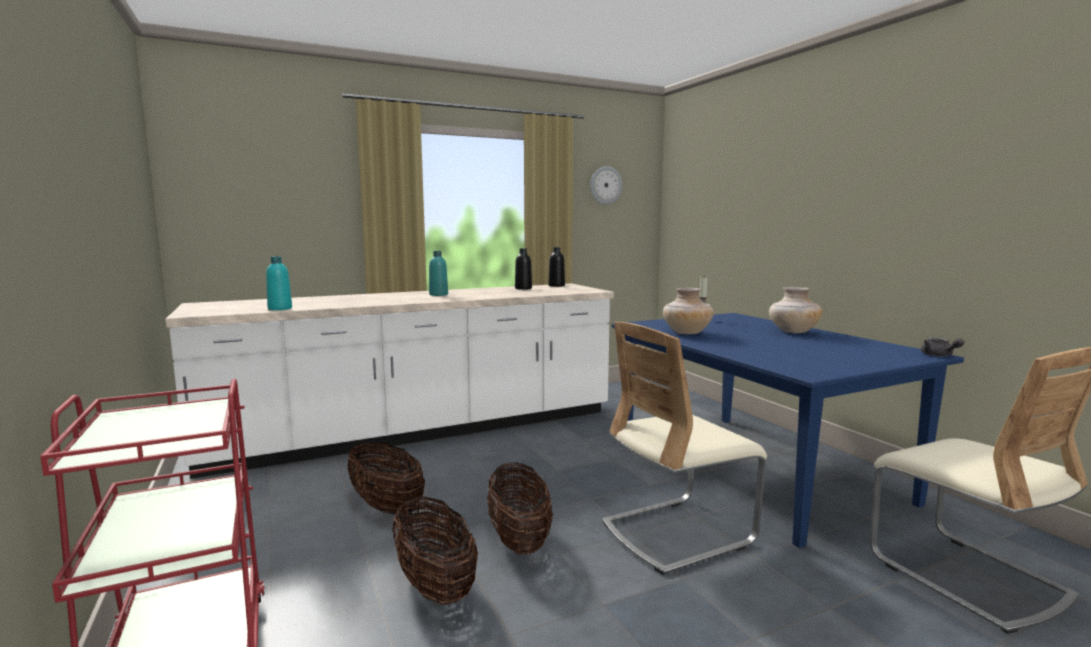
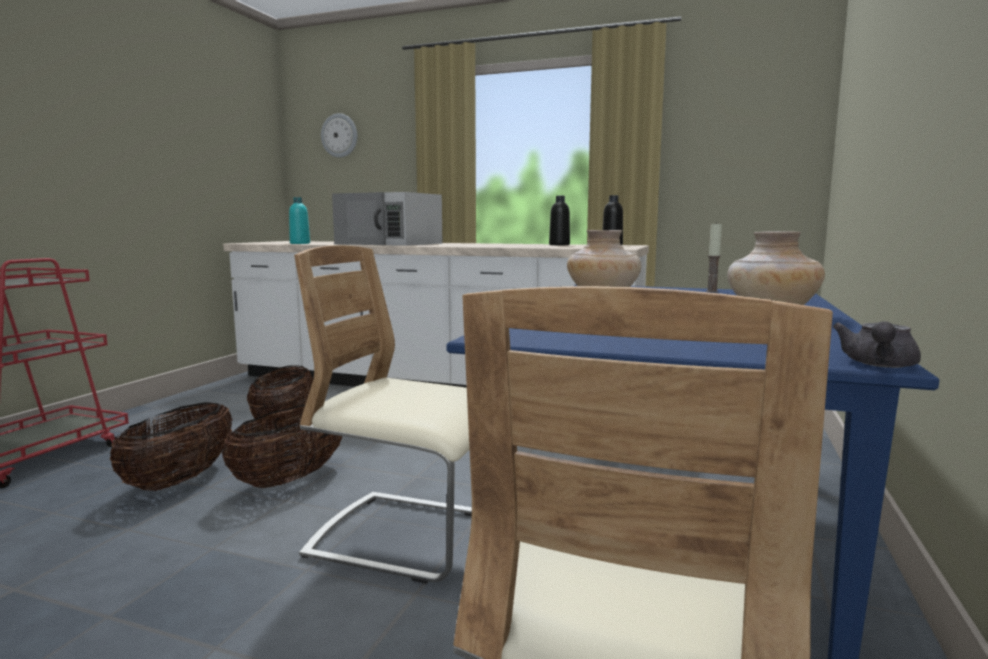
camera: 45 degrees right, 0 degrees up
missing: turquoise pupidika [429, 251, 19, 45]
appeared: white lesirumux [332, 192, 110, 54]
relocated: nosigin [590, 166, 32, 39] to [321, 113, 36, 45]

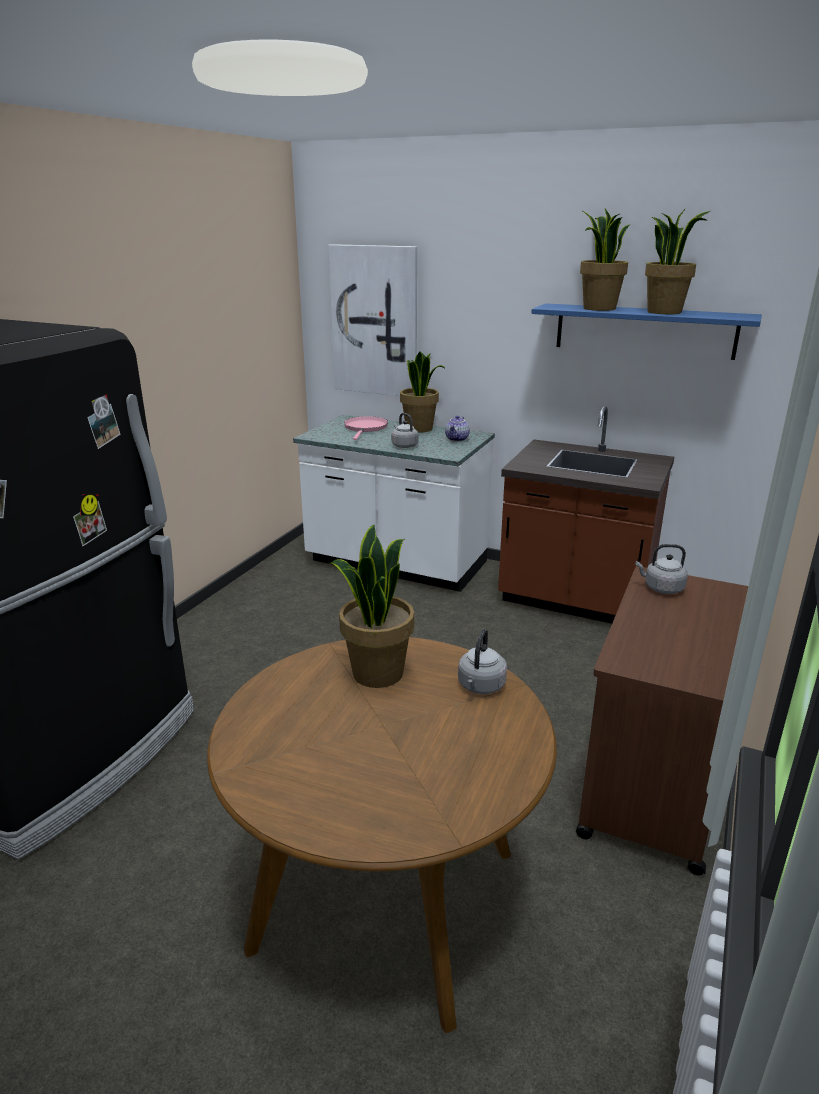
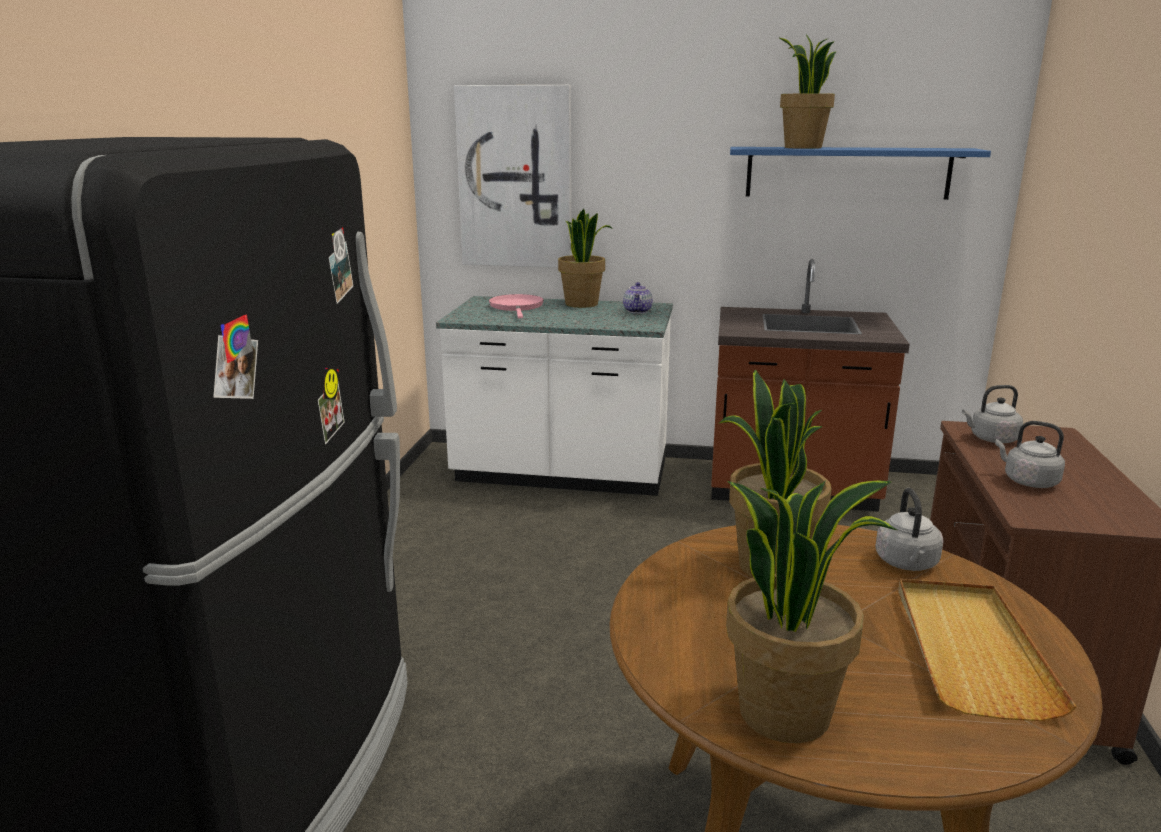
camera: 15 degrees left, 5 degrees down
appeared: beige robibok [899, 579, 178, 142]
relocated: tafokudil [645, 208, 65, 106] to [726, 481, 171, 262]; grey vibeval [392, 413, 26, 35] to [995, 421, 70, 67]

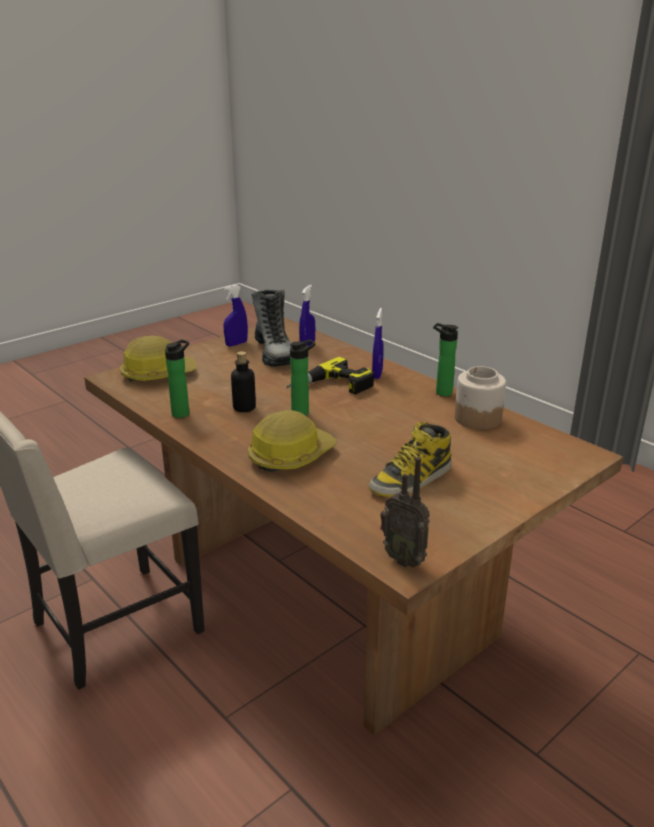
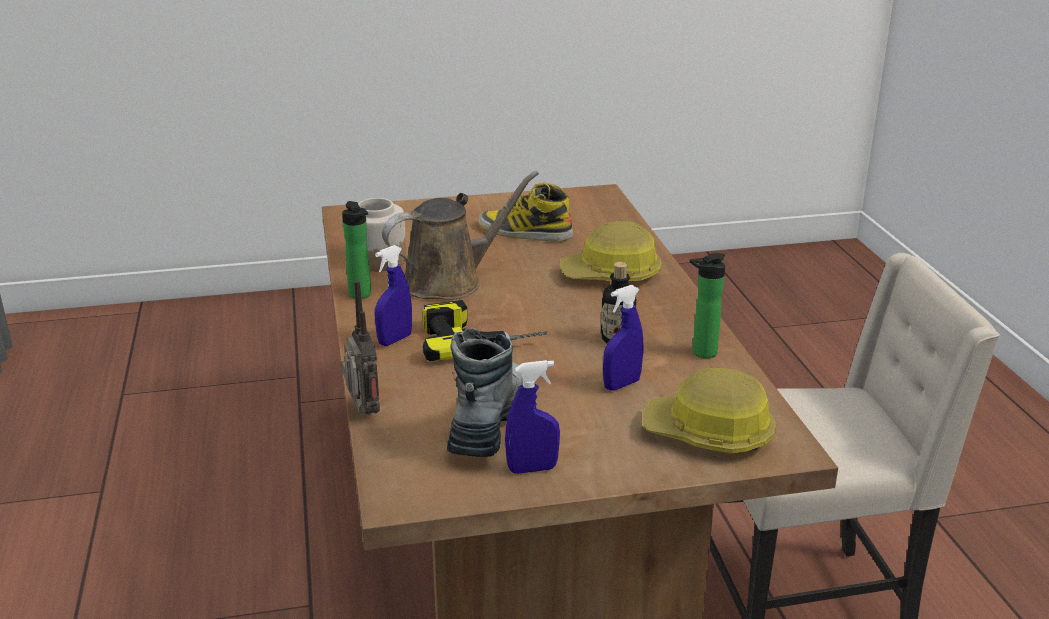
camera: 150 degrees left, 0 degrees up
missing: pupidika [290, 340, 26, 76]
appeared: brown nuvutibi [382, 171, 157, 129]
relocated: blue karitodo [299, 285, 16, 61] to [603, 285, 40, 106]; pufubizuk [380, 457, 50, 110] to [341, 280, 39, 135]
spun: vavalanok [369, 422, 83, 75] = [478, 182, 95, 59] 150 degrees counterclockwise

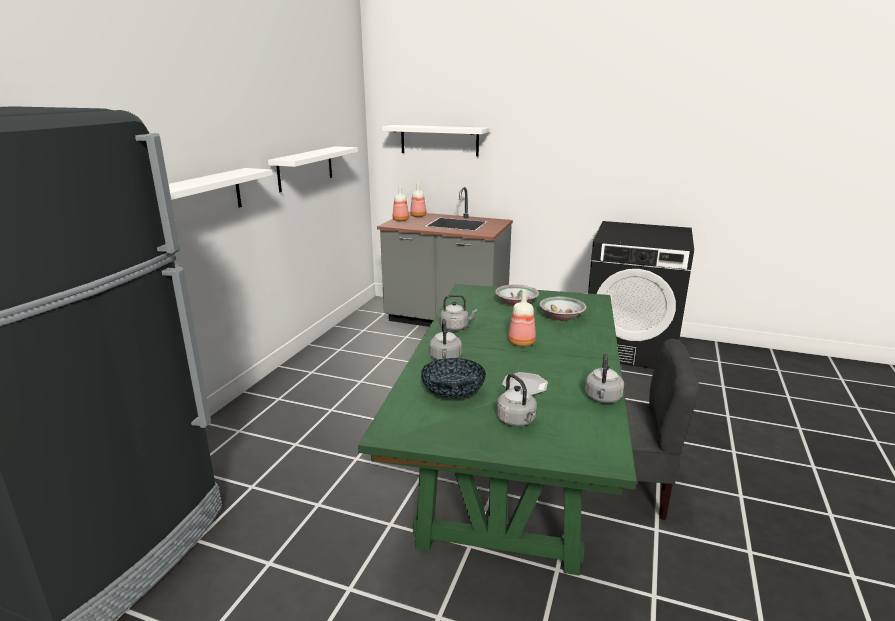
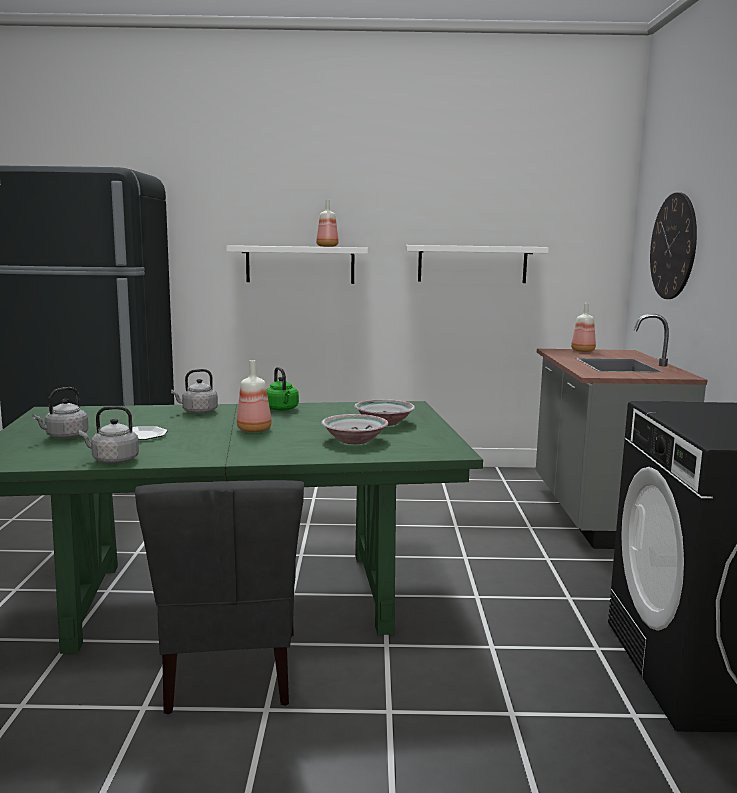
camera: 70 degrees right, 10 degrees down
missing: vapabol [421, 358, 65, 40]
relocated: pupidika [410, 183, 16, 34] to [316, 200, 23, 47]
exchanged: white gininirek [382, 125, 107, 31] to nosigin [650, 192, 47, 107]
colour: grey vibeval [440, 294, 37, 37] to green vibeval [267, 367, 32, 44]

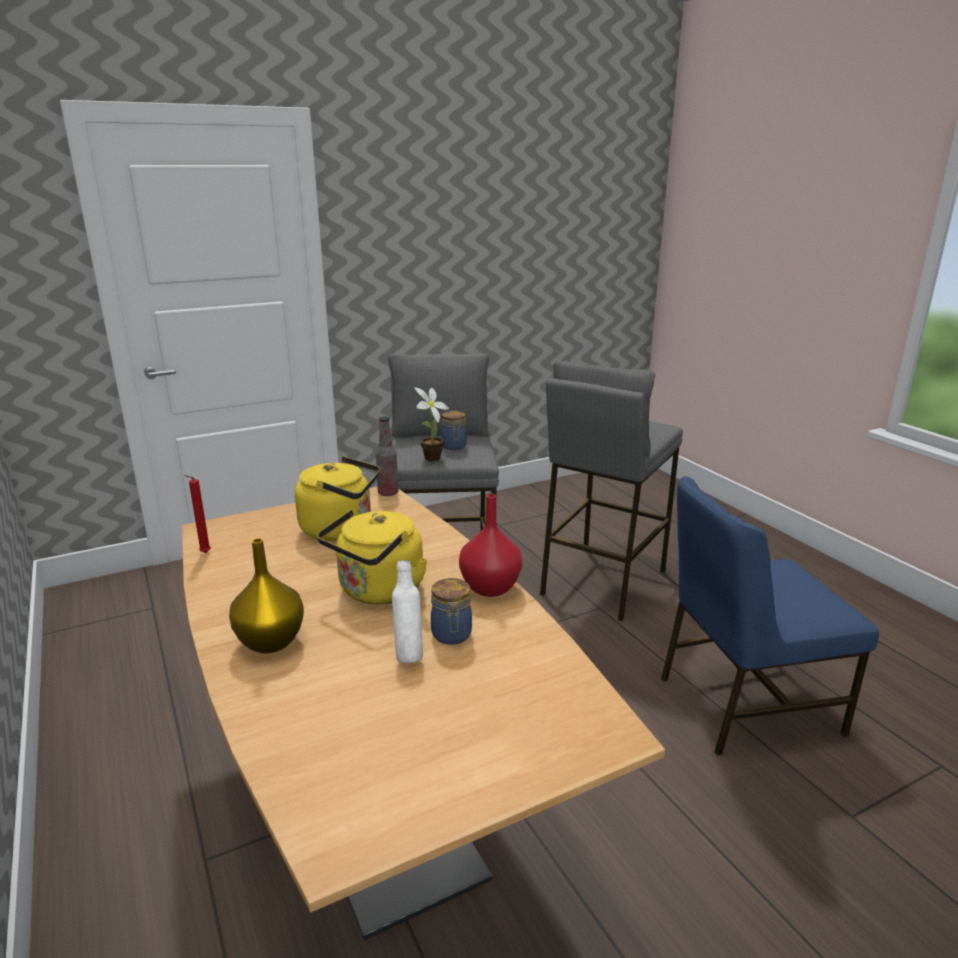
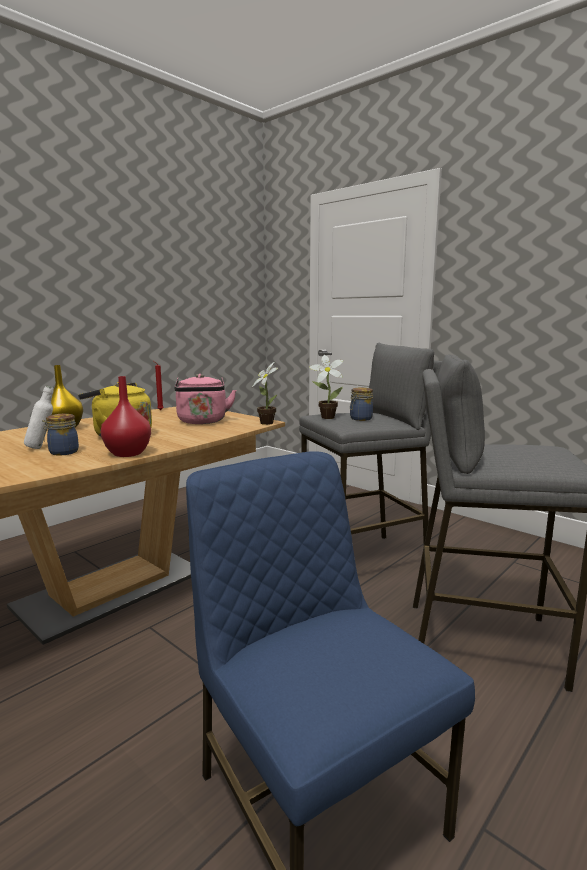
camera: 70 degrees right, 10 degrees down
exchanged: pupidika [376, 416, 23, 80] to tafokudil [252, 362, 26, 63]
colour: yellow vibeval [295, 456, 85, 85] to pink vibeval [174, 374, 62, 50]

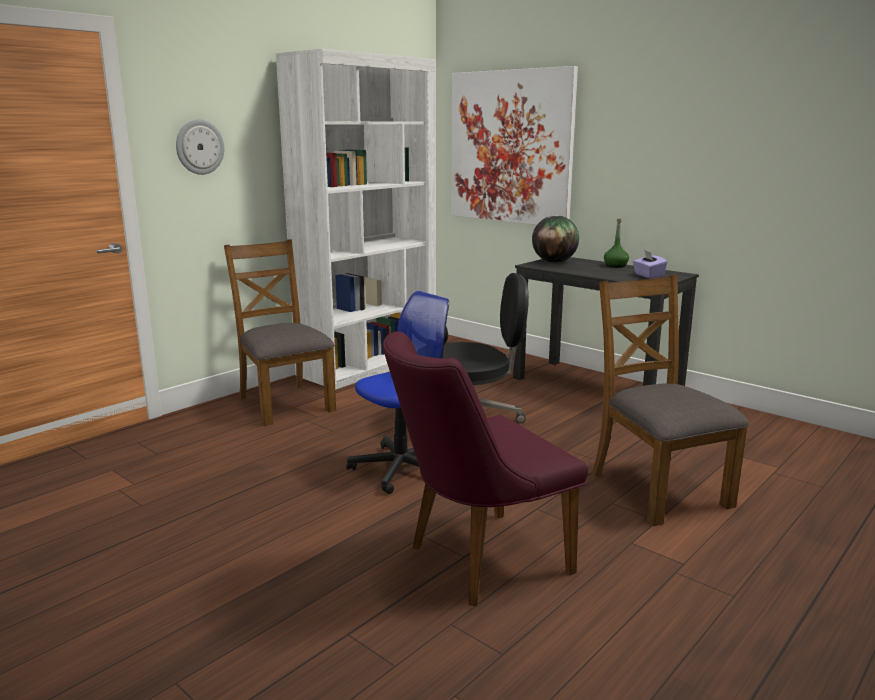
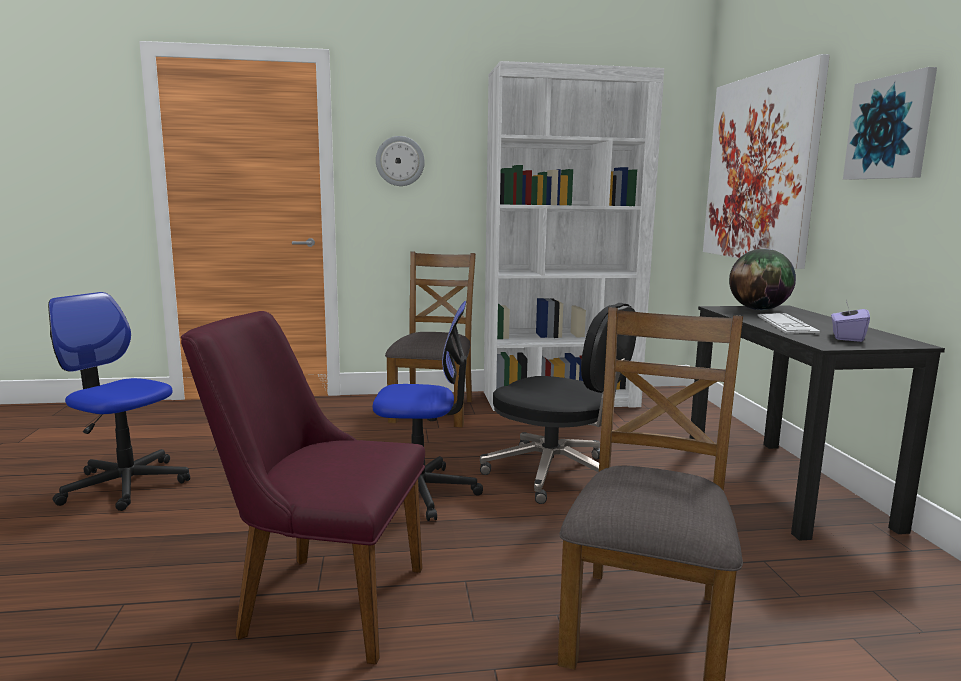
camera: 40 degrees right, 5 degrees down
missing: green pupidika [604, 218, 25, 50]
appeared: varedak [843, 67, 94, 113]; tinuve [48, 292, 142, 219]; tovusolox [758, 313, 62, 21]

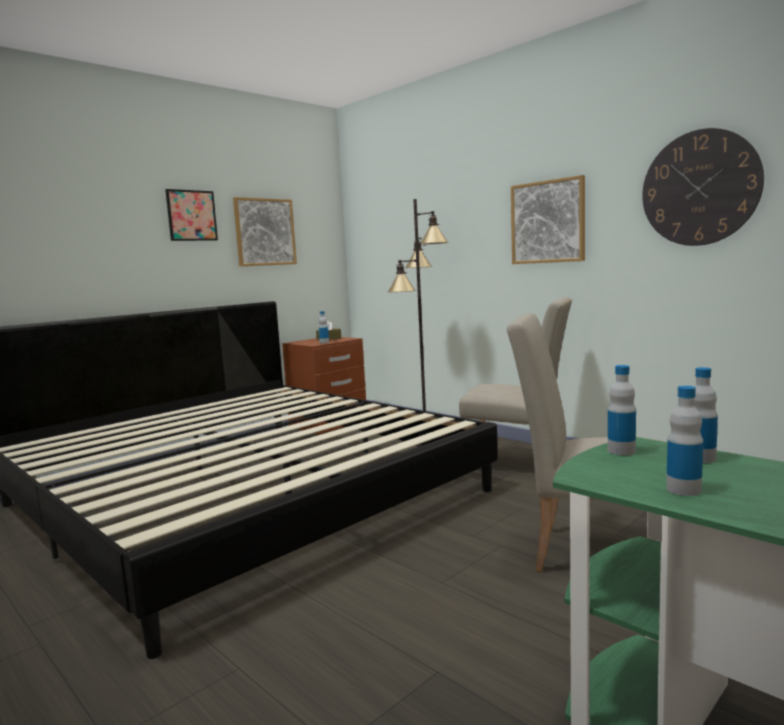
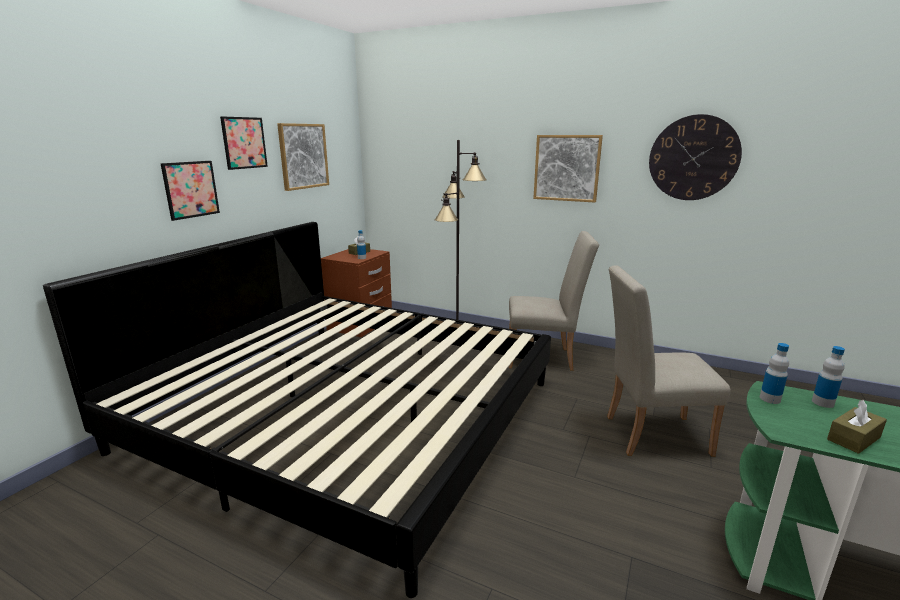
camera: 20 degrees left, 10 degrees up
appeared: varedak [160, 161, 60, 60]
exchanged: pupidika [666, 386, 37, 110] to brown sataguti [827, 400, 60, 54]

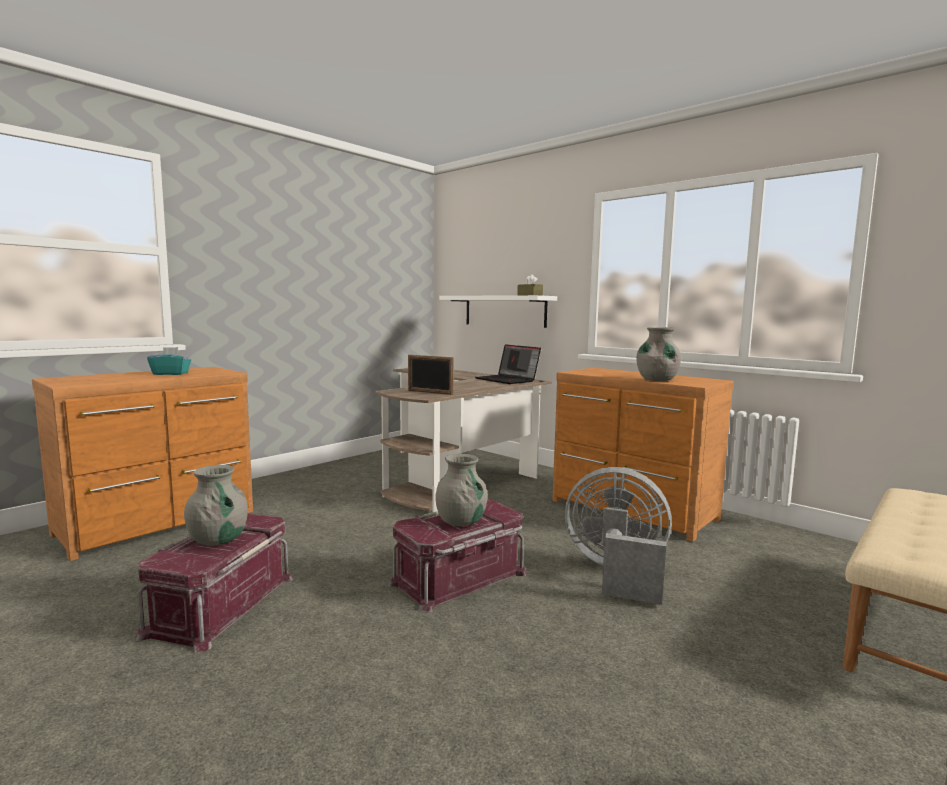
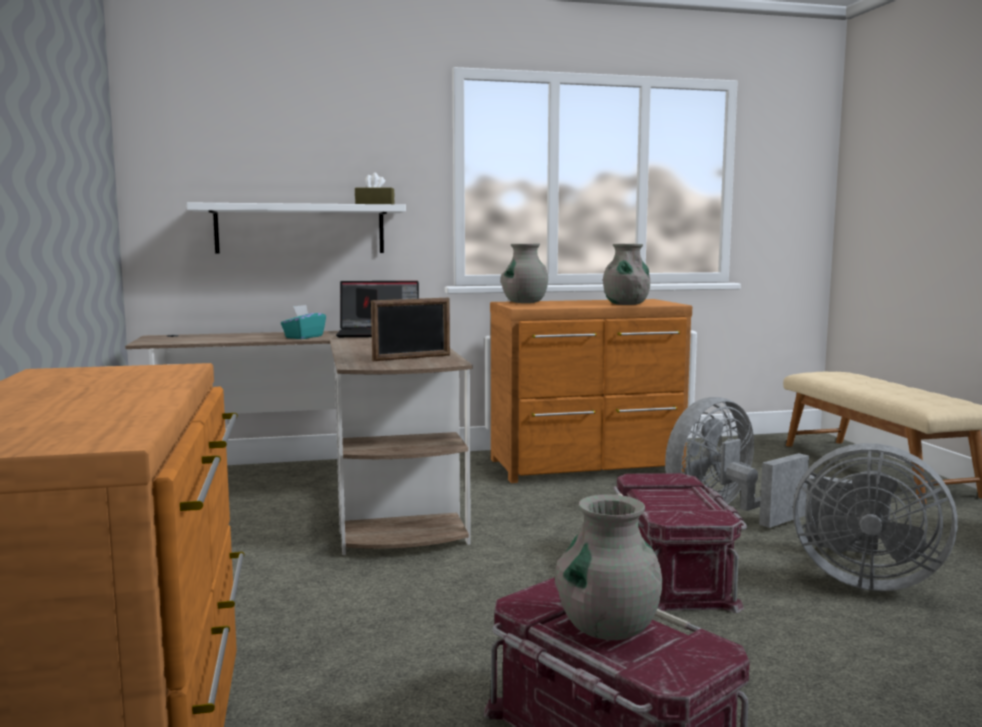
camera: 55 degrees left, 0 degrees up
appeared: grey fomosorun [793, 443, 165, 148]
relocated: turquoise sataguti [147, 347, 44, 28] to [281, 305, 45, 34]; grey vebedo [435, 454, 53, 72] to [501, 243, 47, 60]

